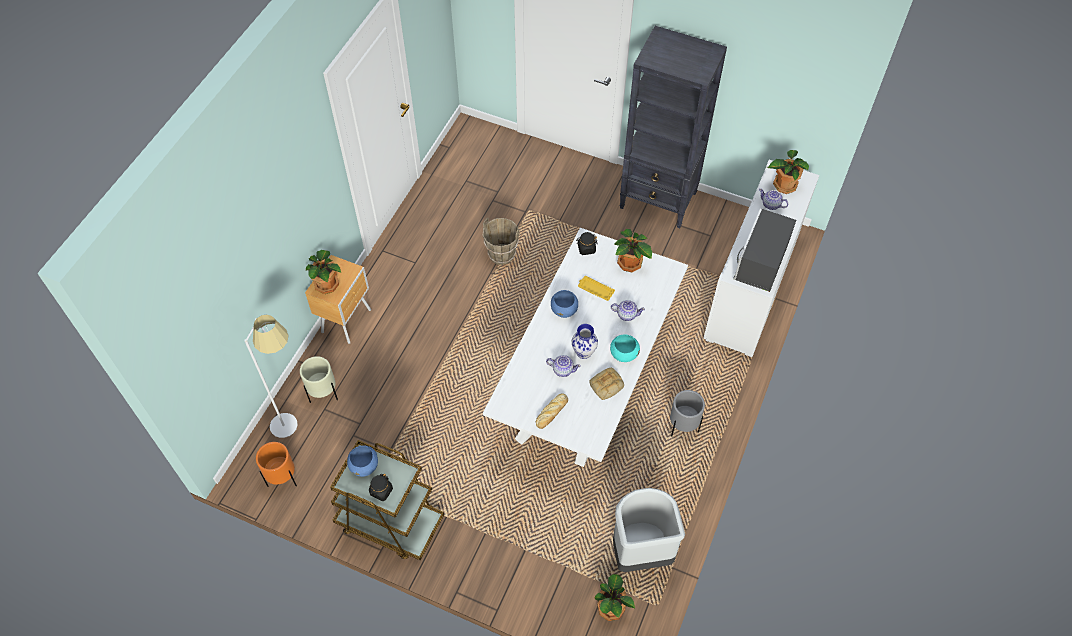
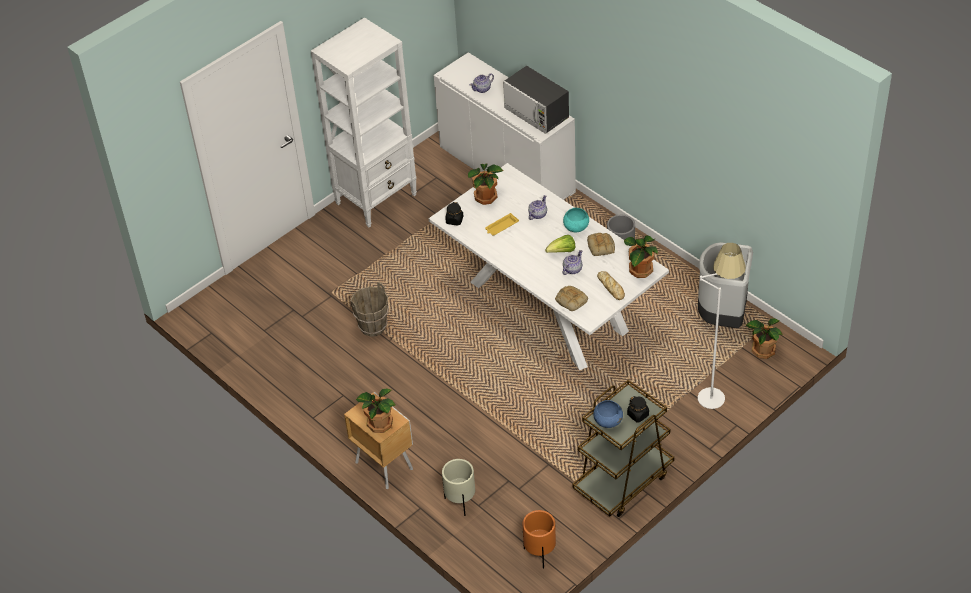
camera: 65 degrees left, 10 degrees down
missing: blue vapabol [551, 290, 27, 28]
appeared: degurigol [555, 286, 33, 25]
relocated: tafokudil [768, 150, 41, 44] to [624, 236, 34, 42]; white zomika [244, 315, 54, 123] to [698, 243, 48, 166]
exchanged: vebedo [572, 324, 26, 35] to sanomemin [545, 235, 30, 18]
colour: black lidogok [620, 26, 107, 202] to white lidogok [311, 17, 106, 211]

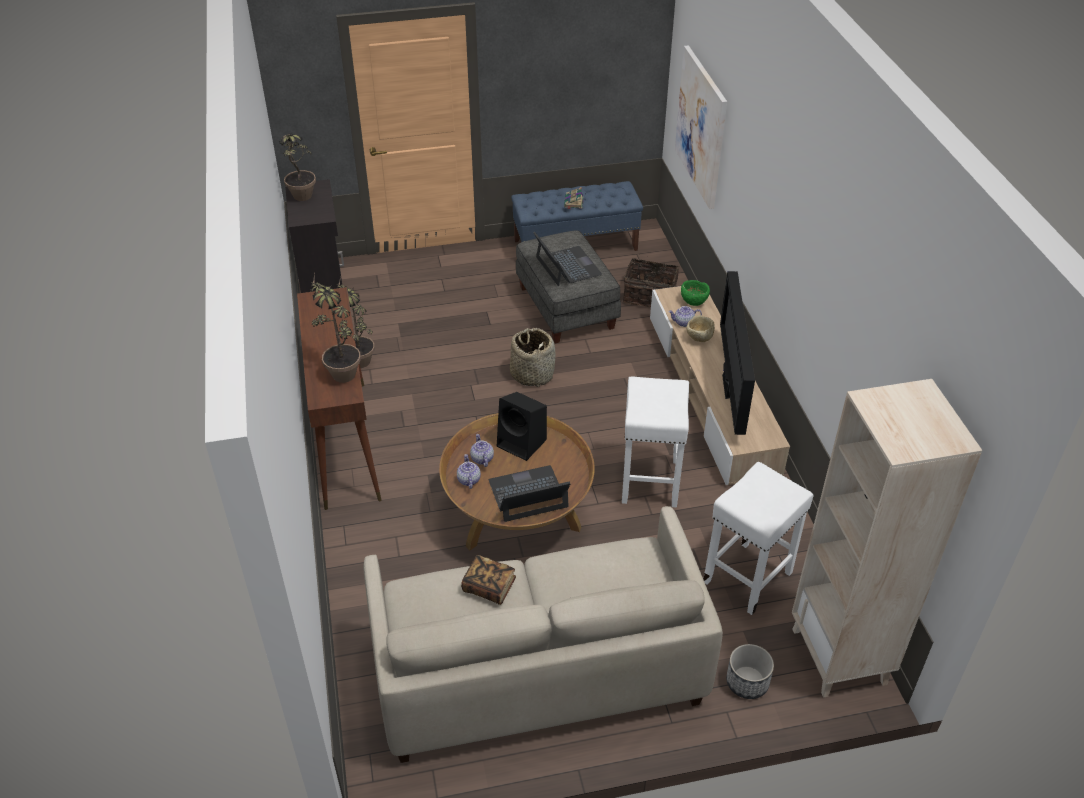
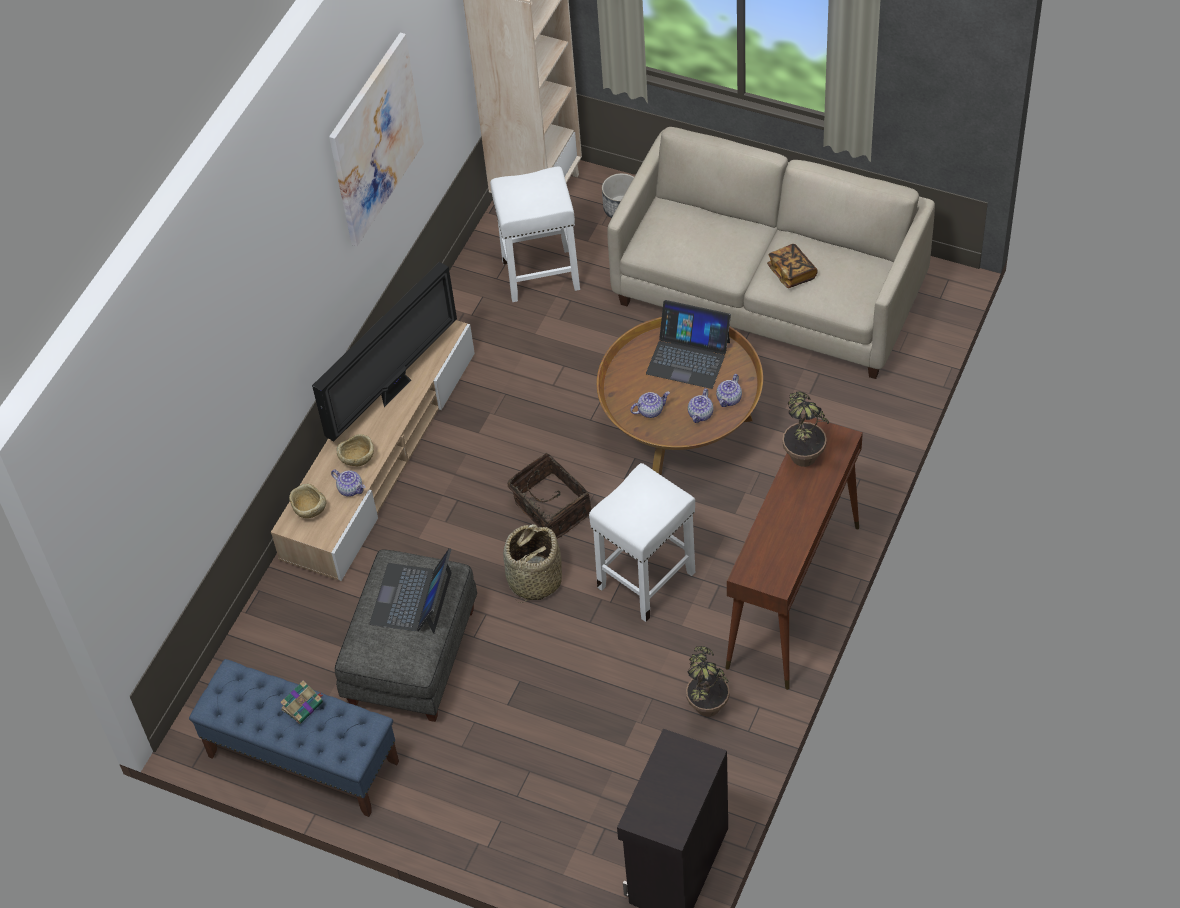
camera: 140 degrees left, 10 degrees up
missing: tafokudil [279, 133, 37, 68]
relocated: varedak [675, 45, 52, 164] to [329, 33, 95, 213]; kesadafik [623, 254, 56, 53] to [508, 453, 84, 86]; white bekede [622, 377, 67, 131] to [589, 463, 106, 159]
exchanged: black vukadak [497, 392, 50, 69] to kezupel [630, 392, 40, 26]
colour: green vapabol [681, 280, 29, 26] to beige vapabol [289, 484, 38, 34]

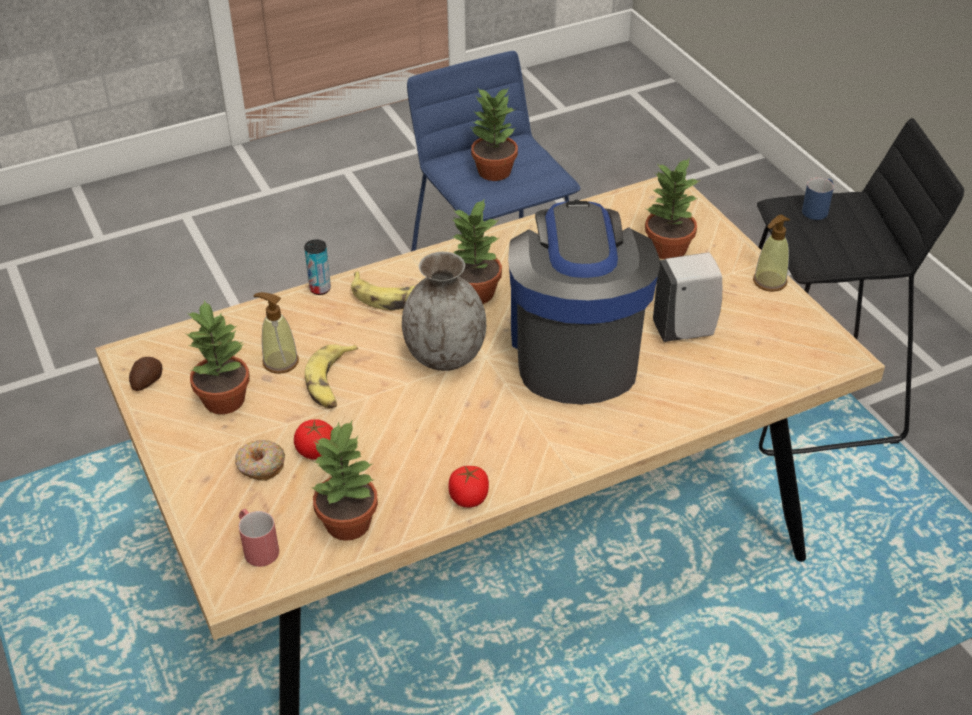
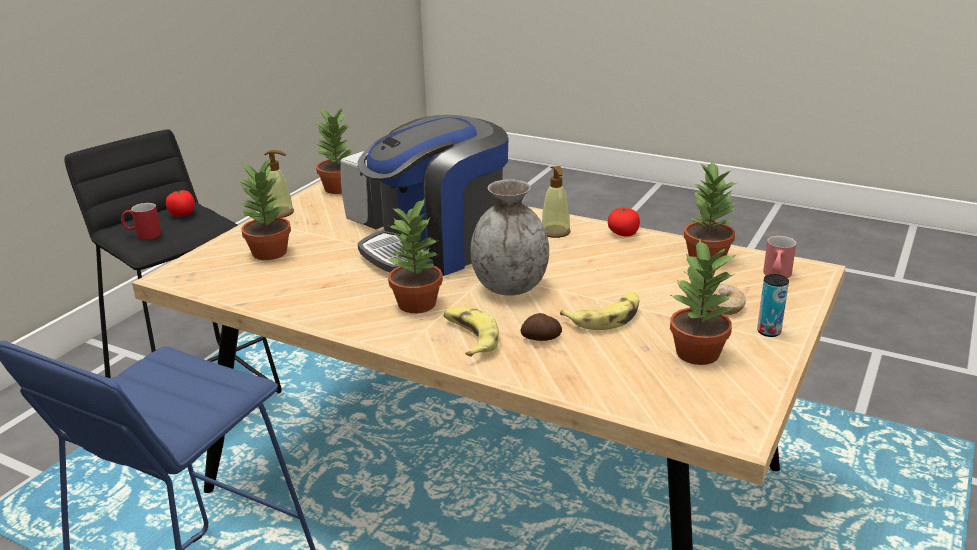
camera: 125 degrees left, 15 degrees down
relocated: tafokudil [471, 88, 47, 93] to [313, 107, 40, 87]; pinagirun [304, 239, 27, 56] to [757, 274, 32, 63]; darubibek [254, 292, 45, 82] to [542, 166, 29, 72]; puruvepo [129, 357, 33, 34] to [520, 313, 42, 28]; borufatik [294, 419, 39, 41] to [166, 190, 29, 26]
colour: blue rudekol [802, 178, 32, 42] to red rudekol [121, 203, 41, 37]

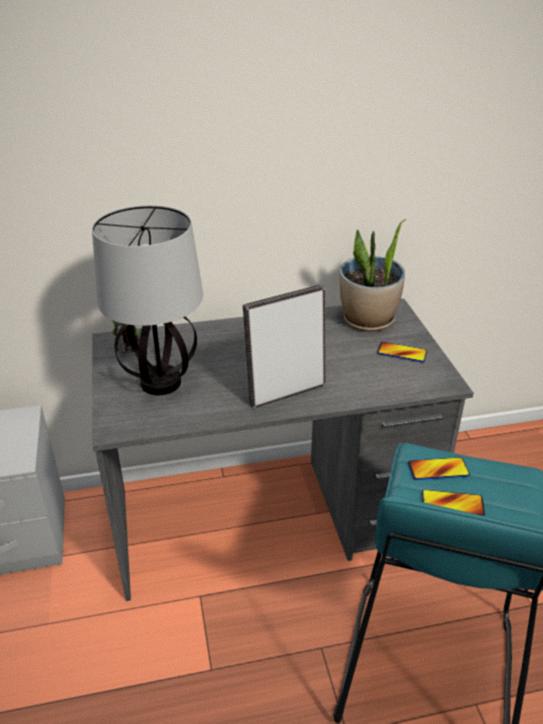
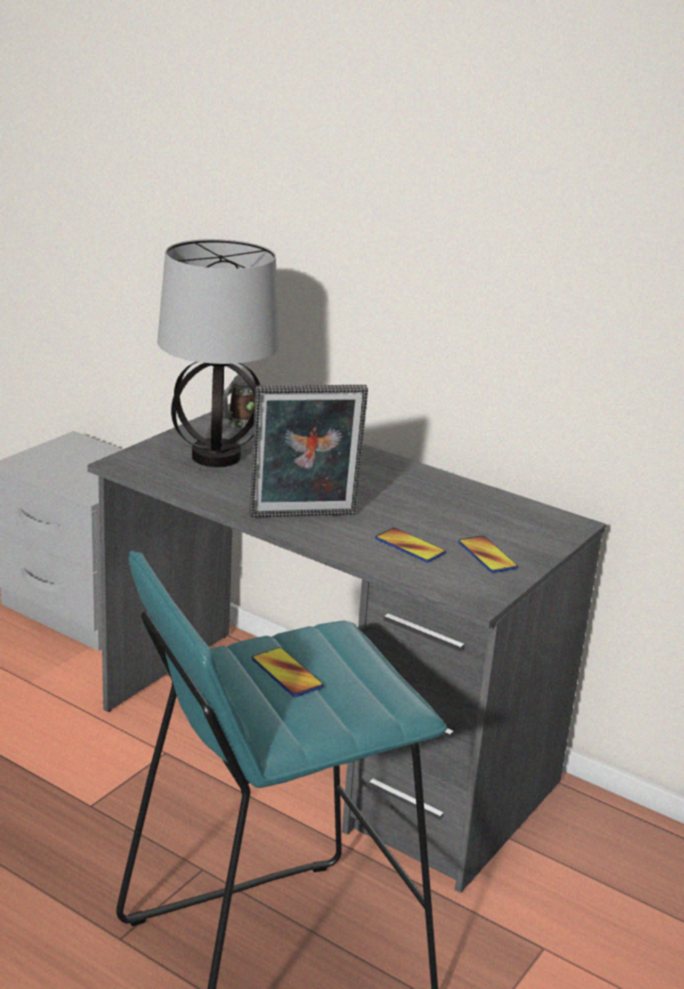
camera: 45 degrees right, 10 degrees down
missing: tafokudil [340, 219, 66, 113]
relocated: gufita [408, 457, 62, 23] to [375, 528, 71, 34]
spun: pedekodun [243, 285, 83, 123] = [250, 385, 118, 133] 150 degrees clockwise

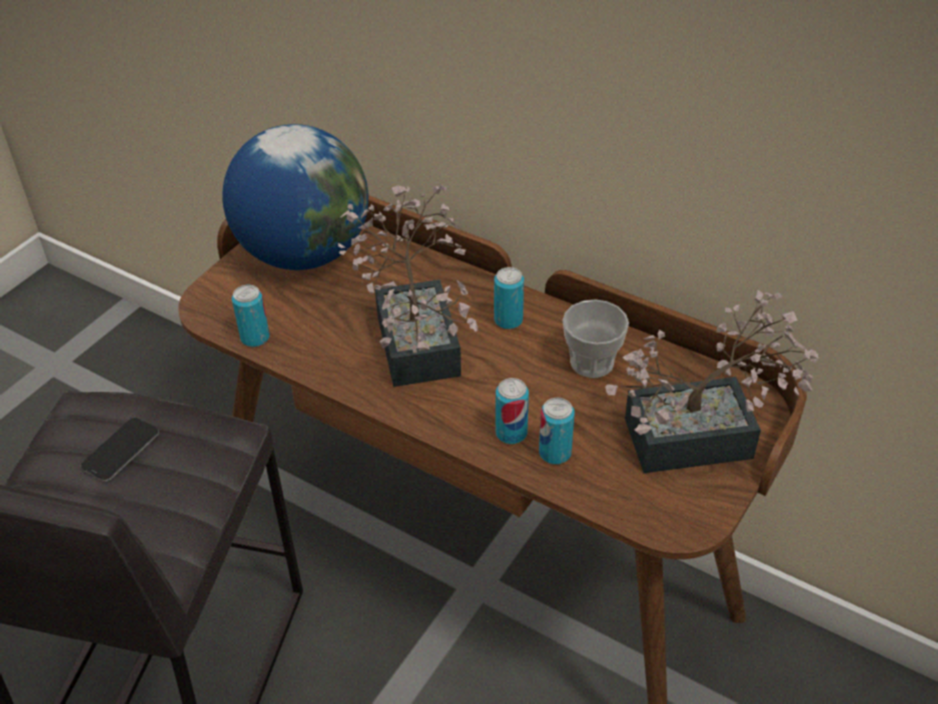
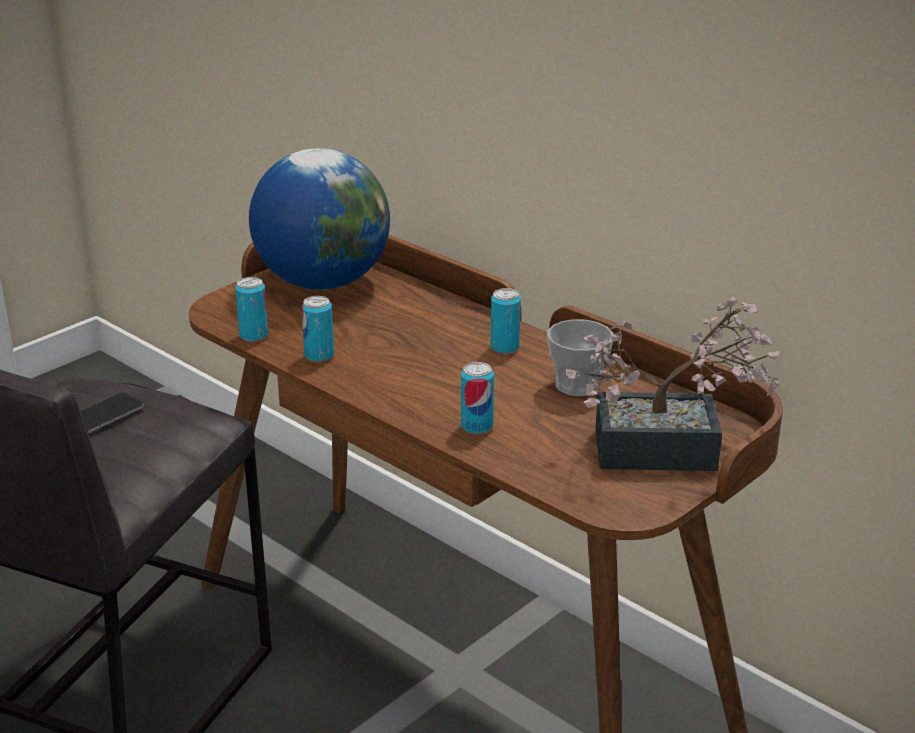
camera: 10 degrees right, 15 degrees down
missing: tafokudil [338, 185, 140, 202]
relocated: pinagirun [539, 398, 36, 66] to [302, 296, 32, 66]

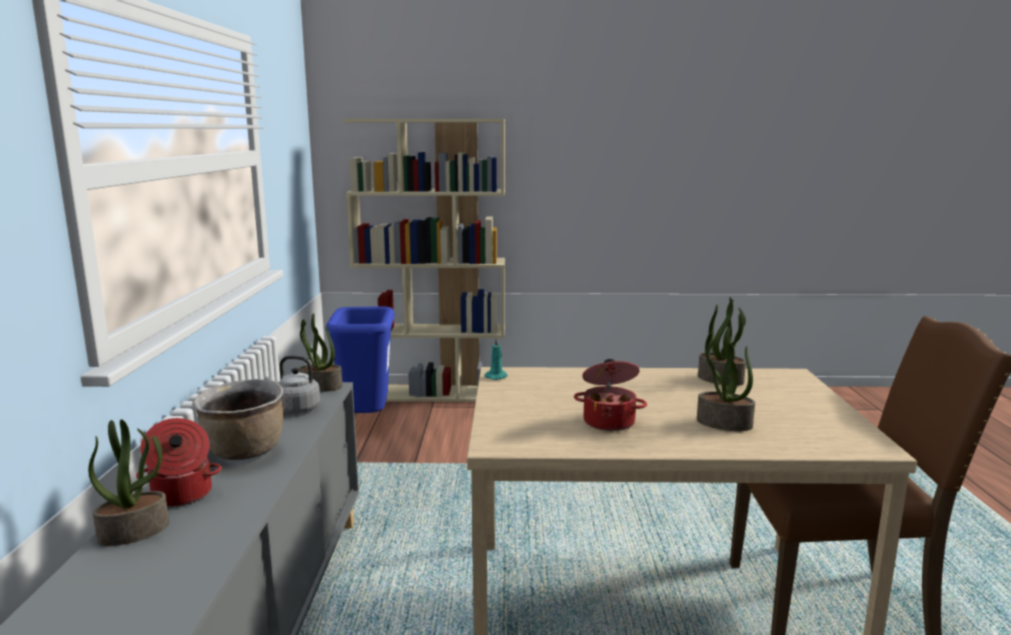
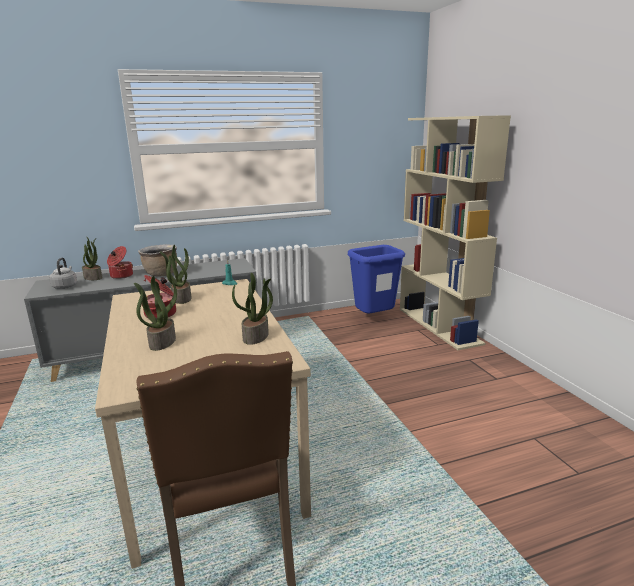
camera: 70 degrees right, 5 degrees up
relocated: tafokudil [299, 313, 43, 79] to [159, 245, 33, 59]; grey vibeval [265, 356, 55, 58] to [49, 258, 28, 31]

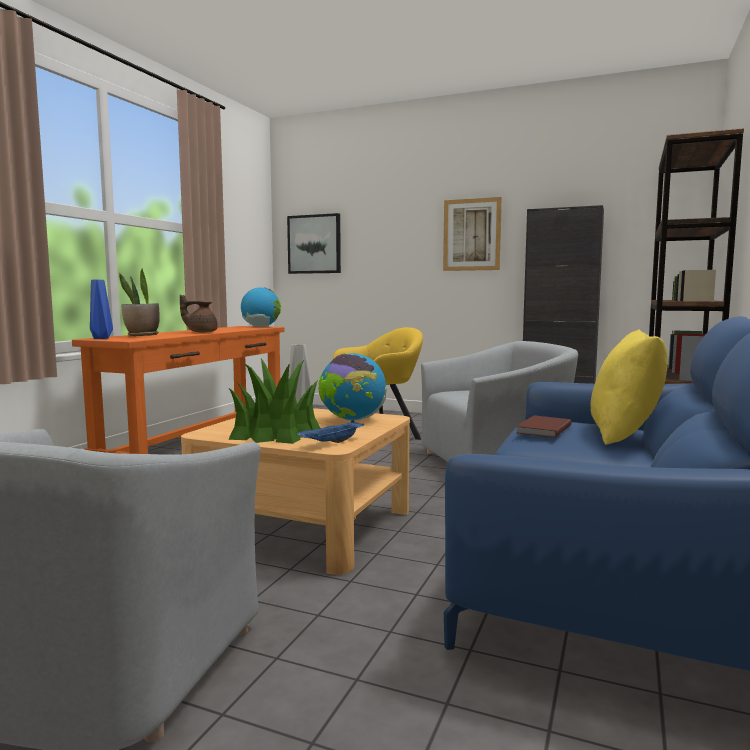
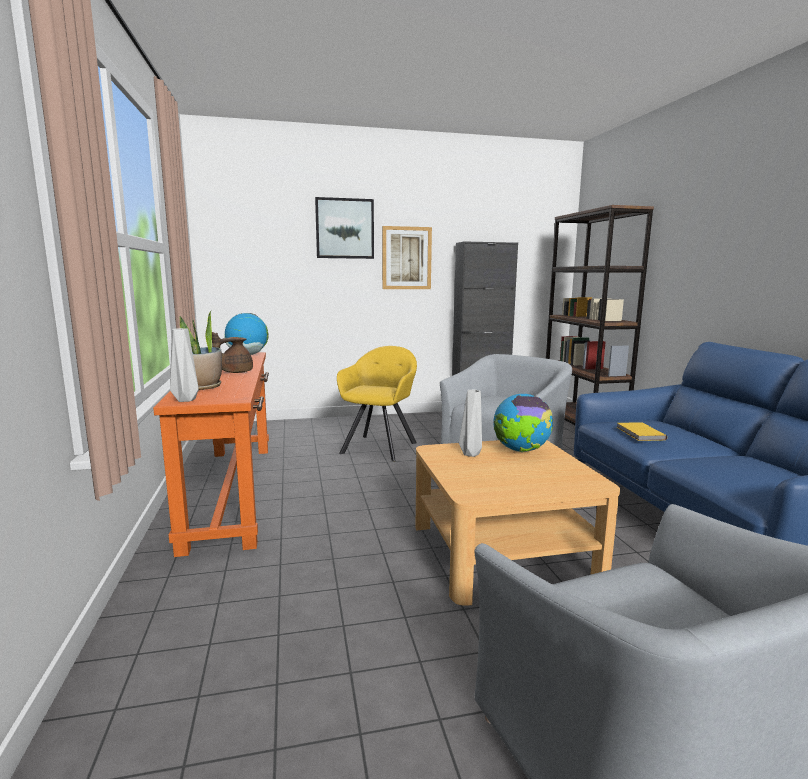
camera: 35 degrees left, 5 degrees up
missing: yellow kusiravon [590, 329, 78, 116]; tafokudil [228, 358, 92, 86]; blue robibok [296, 420, 68, 23]
relocated: varedak [287, 213, 54, 61] to [315, 197, 59, 62]
colour: blue vebedo [90, 280, 23, 59] to grey vebedo [170, 328, 29, 74]; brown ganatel [516, 415, 56, 23] to yellow ganatel [617, 422, 50, 19]

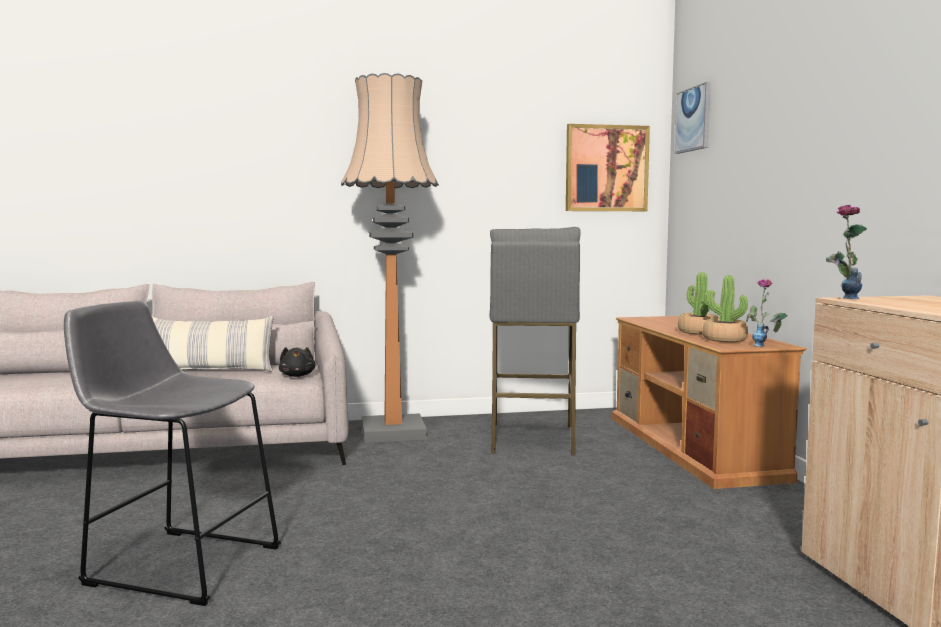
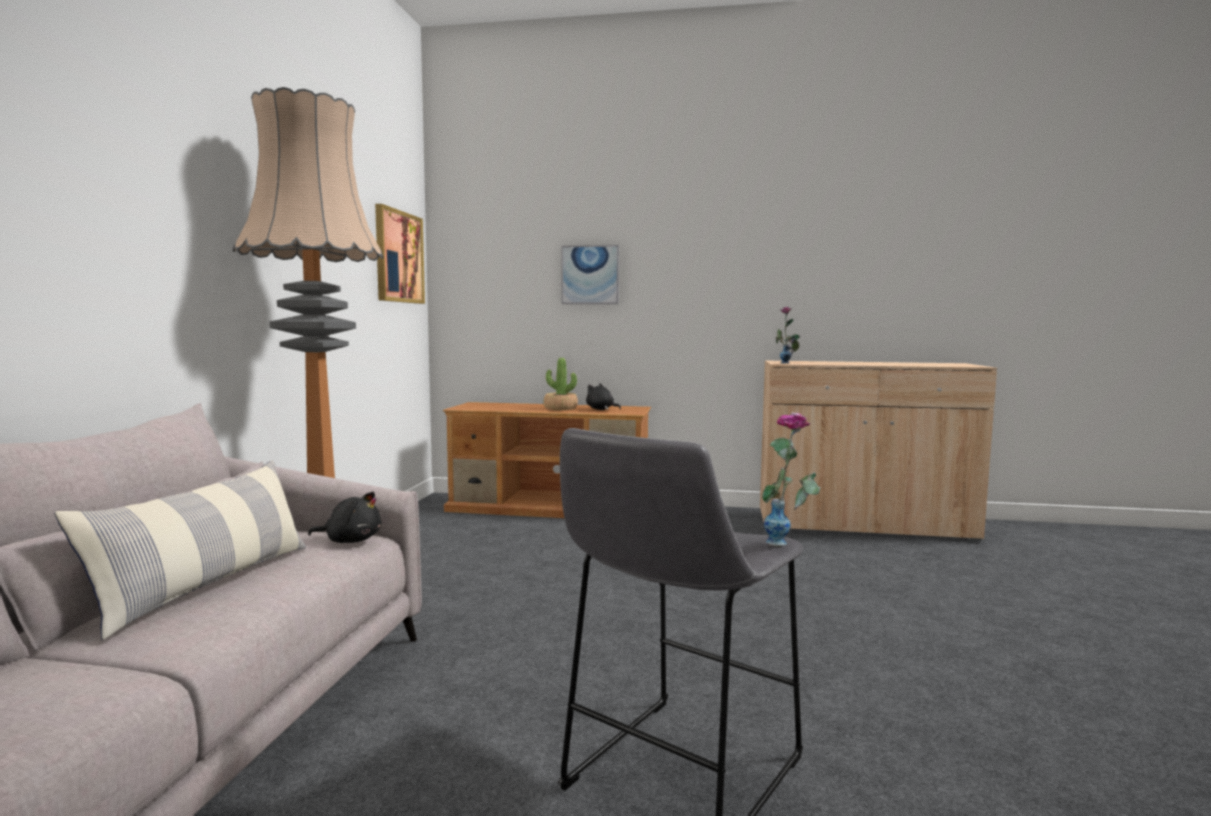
camera: 70 degrees left, 0 degrees up
missing: grey bekede [489, 227, 92, 228]
relocated: varedak [675, 82, 36, 72] to [561, 245, 58, 59]; vebedo [746, 279, 42, 68] to [762, 412, 58, 135]
exchanged: tafokudil [703, 275, 45, 67] to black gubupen [586, 383, 35, 27]

